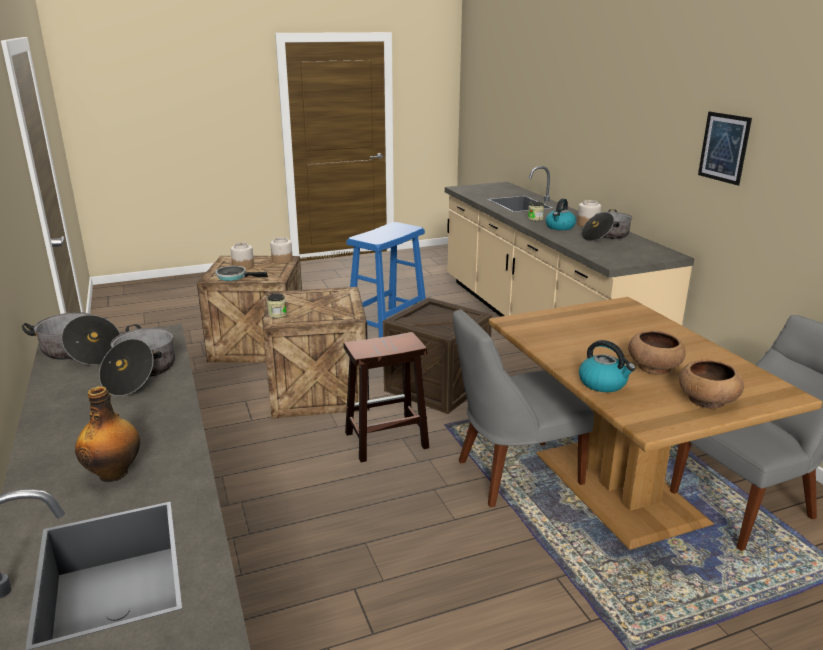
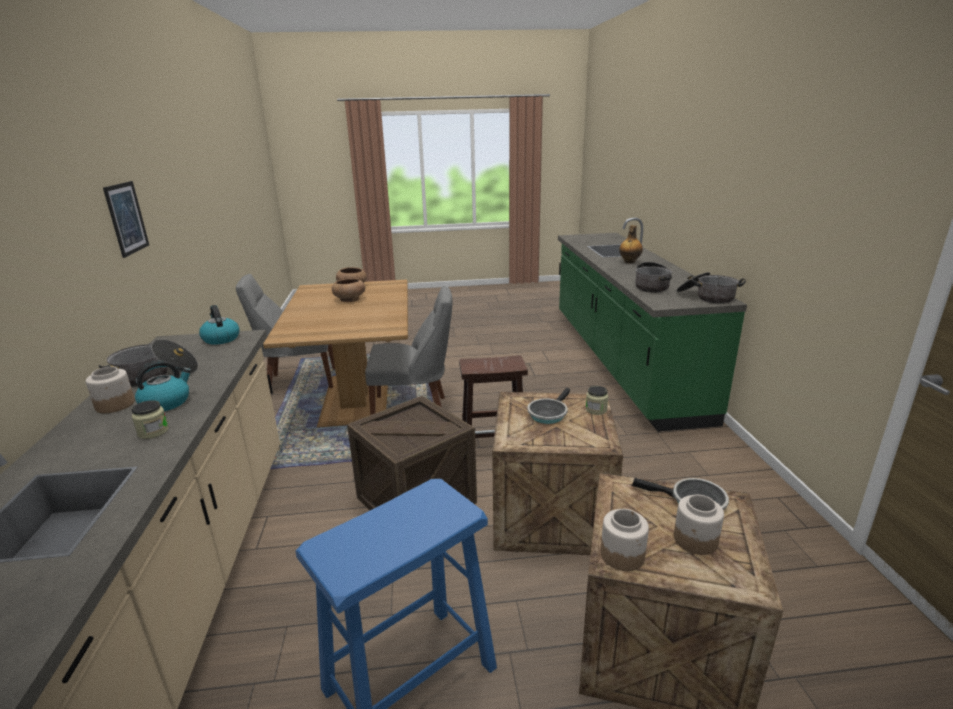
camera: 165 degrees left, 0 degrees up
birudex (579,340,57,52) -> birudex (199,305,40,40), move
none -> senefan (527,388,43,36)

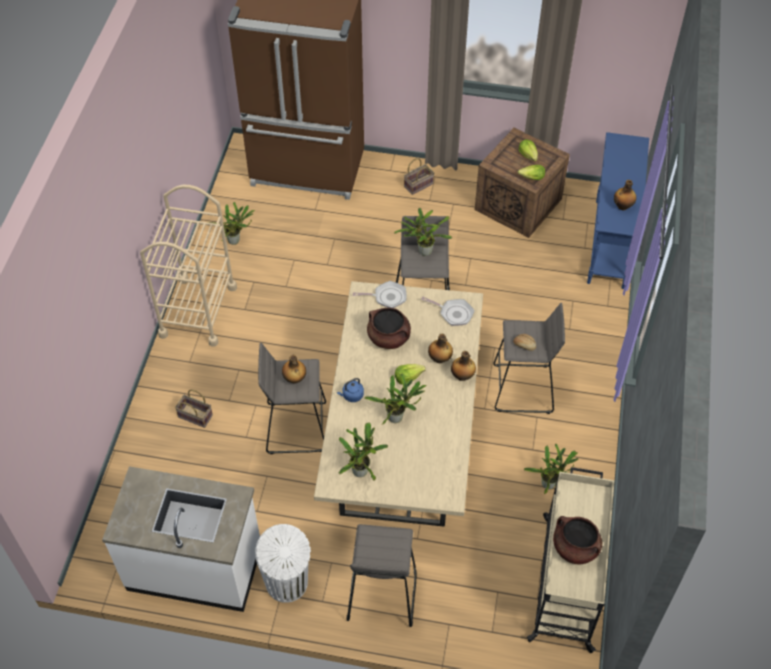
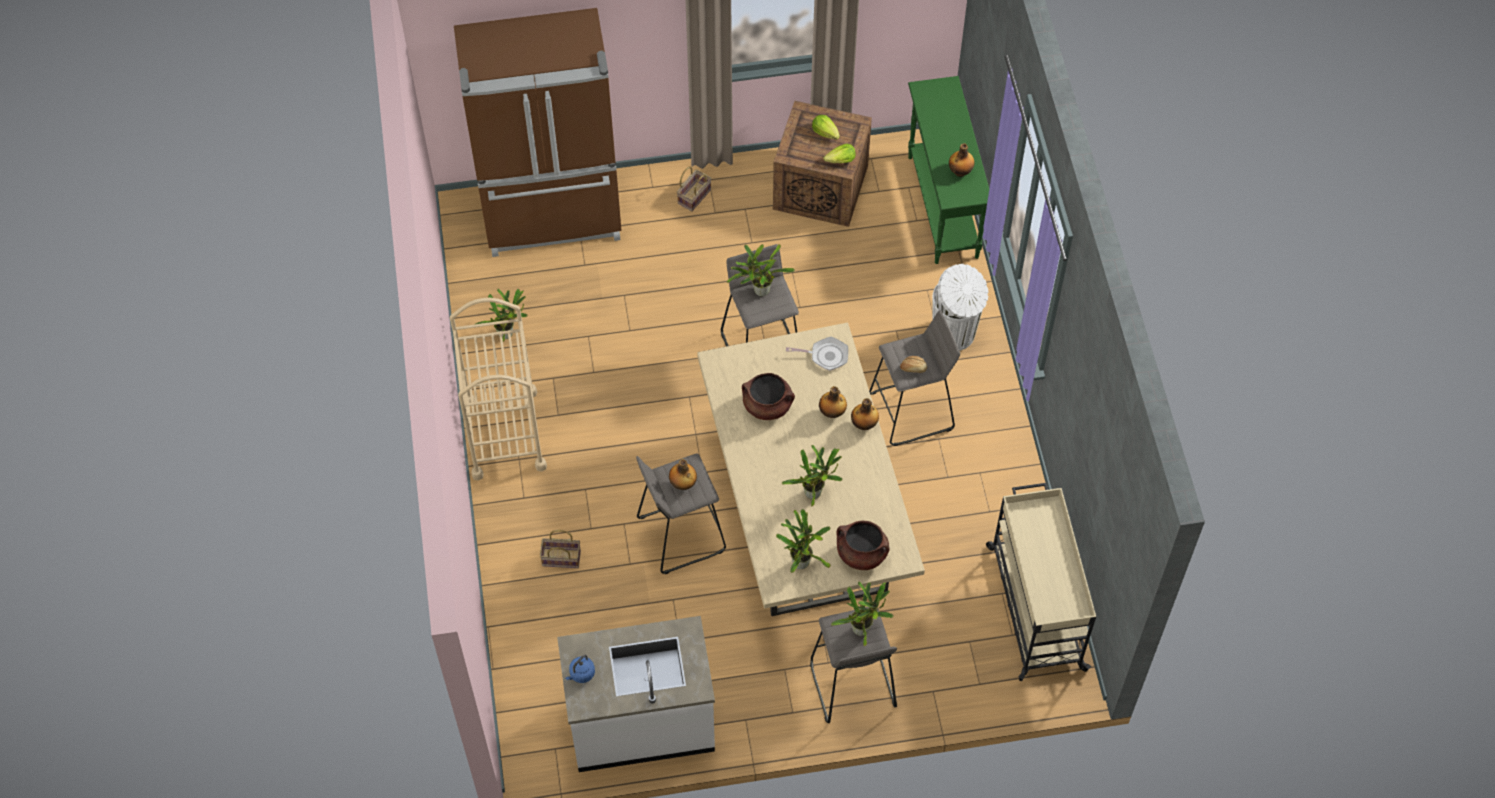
camera: 20 degrees left, 5 degrees up
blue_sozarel (587,132,62,157) -> green_sozarel (908,76,81,188)
senefan (353,281,54,27) -> none
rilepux (395,364,31,21) -> none
blue_birudex (337,378,27,24) -> blue_birudex (565,655,30,28), move
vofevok (524,444,55,50) -> vofevok (831,582,63,64), move
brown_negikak (553,516,49,49) -> brown_negikak (836,521,54,49), move
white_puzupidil (255,524,56,79) -> white_puzupidil (932,264,57,87), move

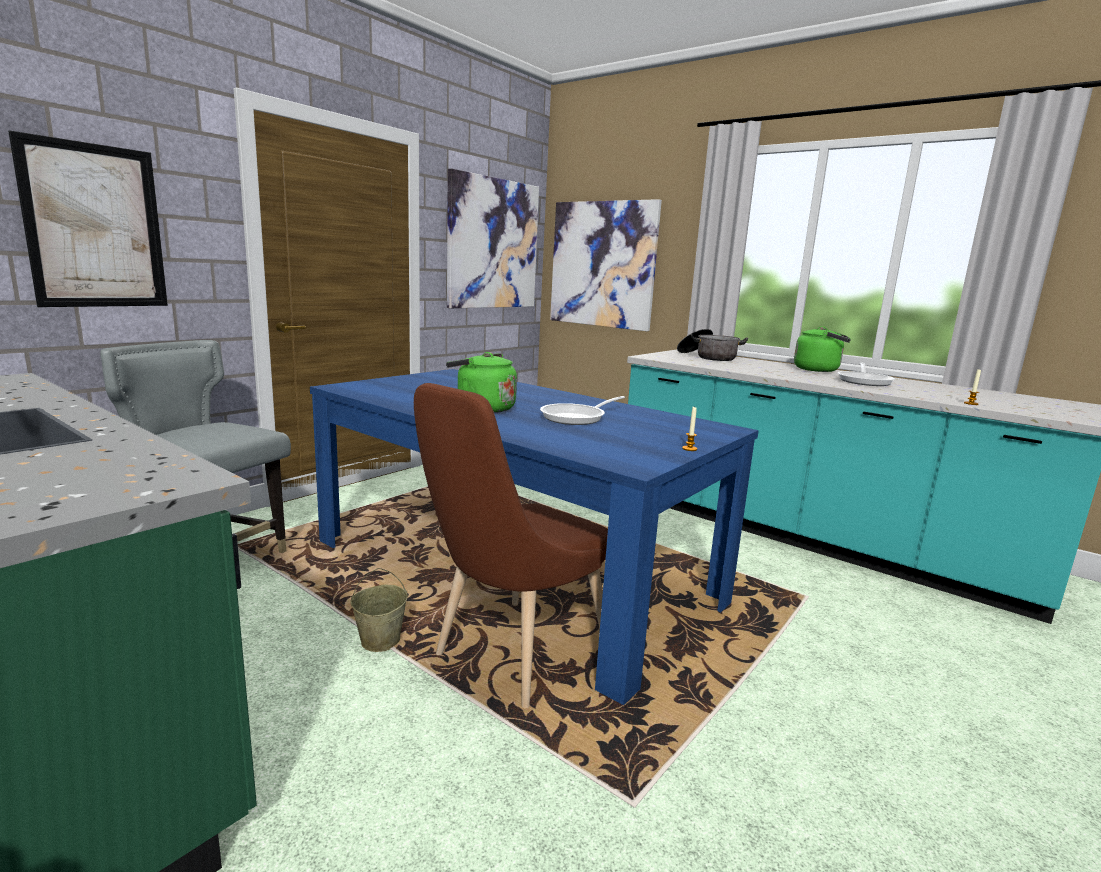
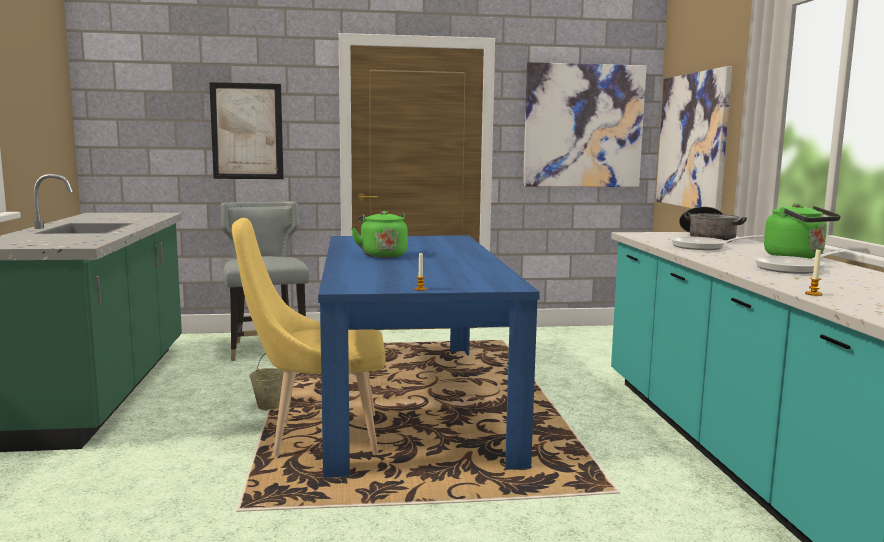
camera: 45 degrees right, 5 degrees down
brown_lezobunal (414,383,194,325) -> yellow_lezobunal (232,218,153,239)
senefan (540,396,85,29) -> senefan (670,235,94,15), move

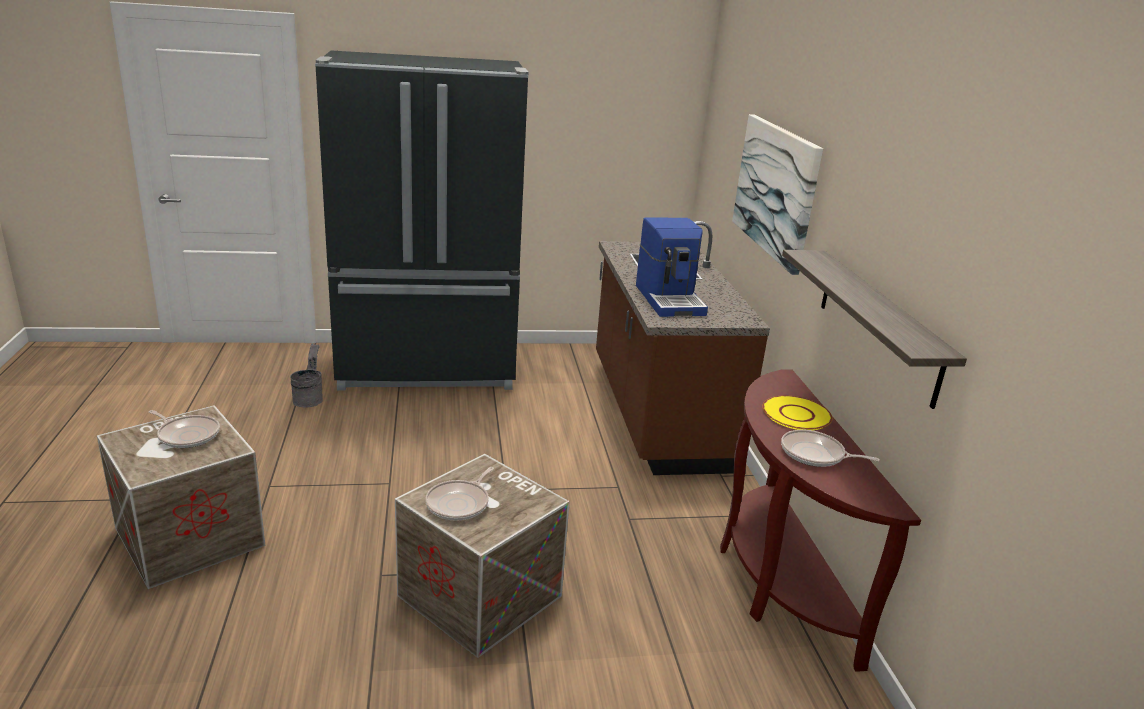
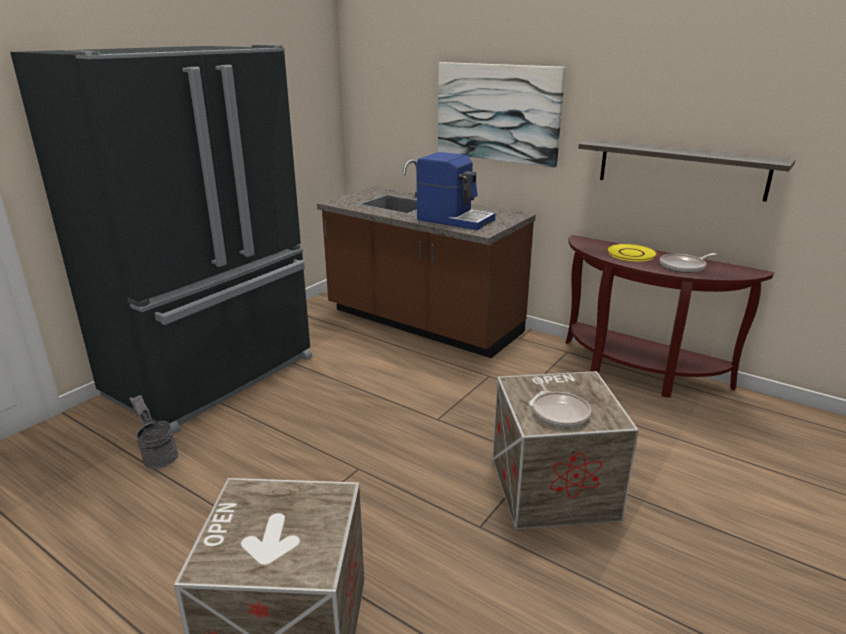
camera: 45 degrees left, 0 degrees up
senefan (149,410,71,38) -> none

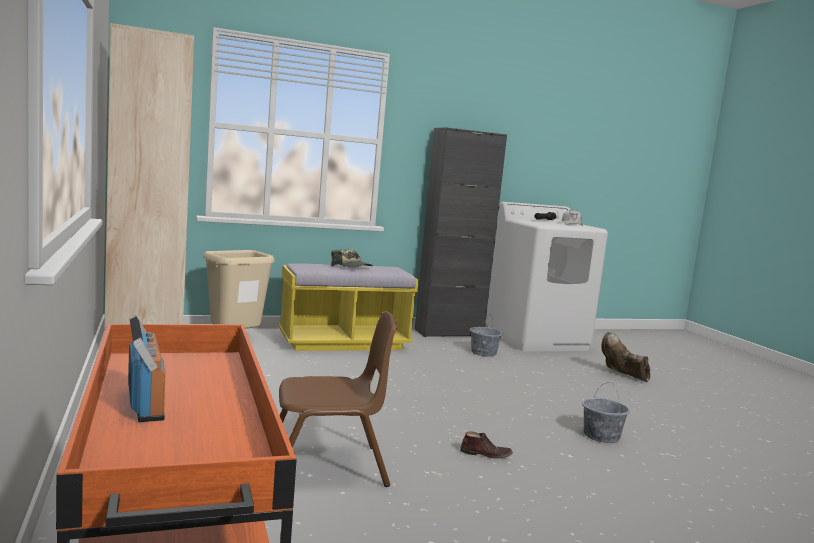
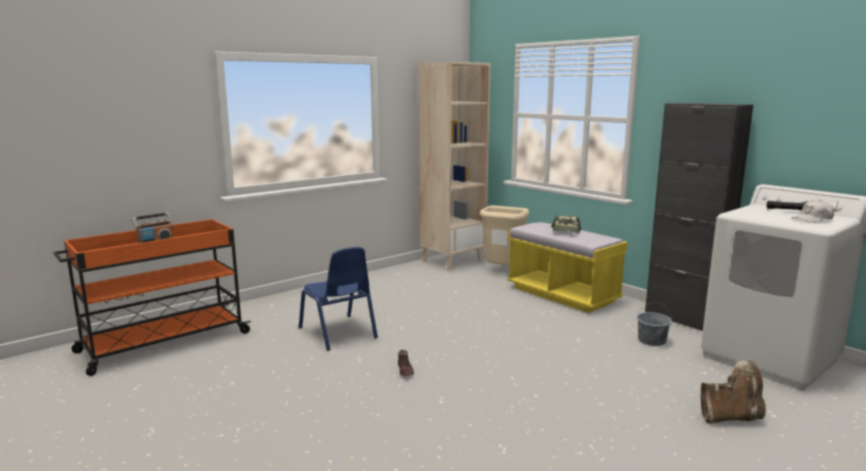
camera: 70 degrees right, 5 degrees up
brown_lezobunal (279,311,118,176) -> blue_lezobunal (299,247,79,104)
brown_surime (601,332,49,50) -> brown_surime (701,360,65,64), 60 degrees clockwise
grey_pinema (582,382,48,61) -> none

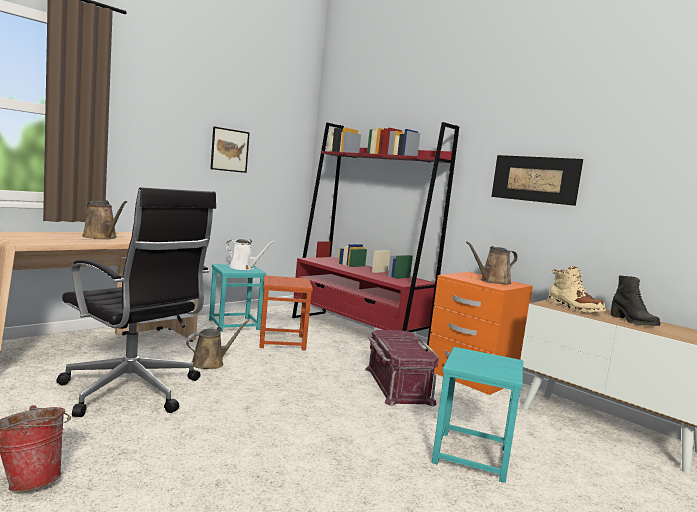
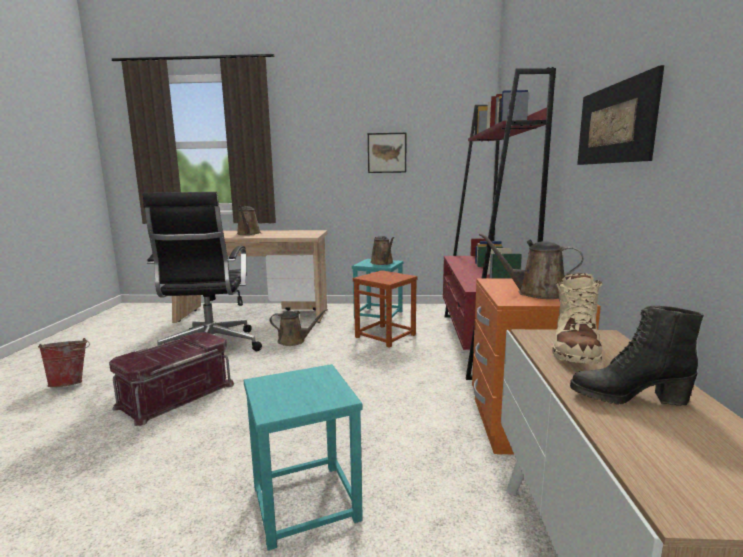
camera: 50 degrees right, 5 degrees up
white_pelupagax (226,239,49,31) -> brown_pelupagax (370,236,24,29)
black_surime (610,276,50,50) -> black_surime (570,306,134,100), 75 degrees clockwise
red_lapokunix (365,330,74,76) -> red_lapokunix (109,332,125,94), move

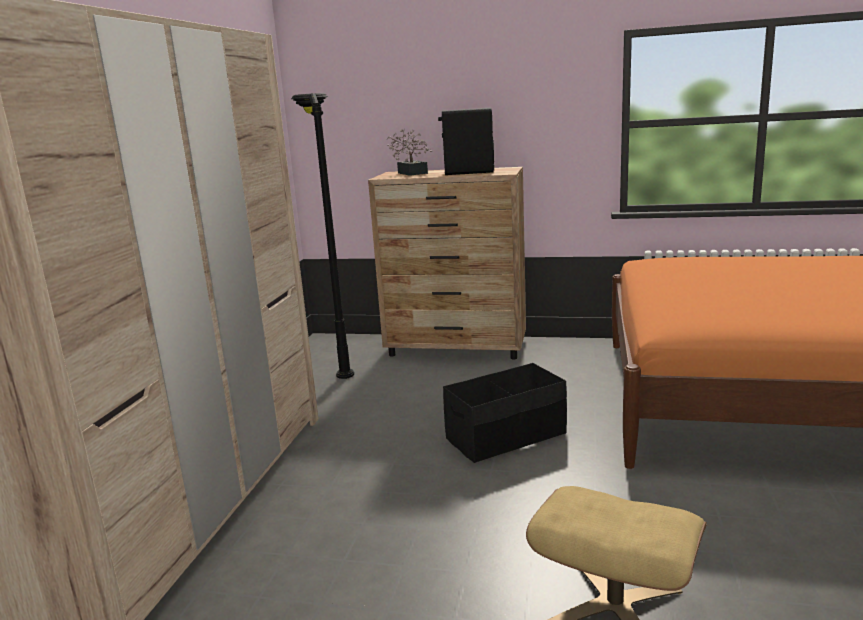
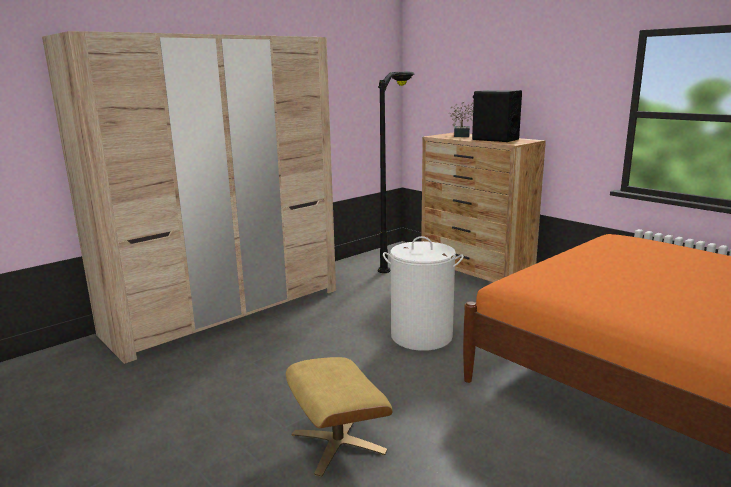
camera: 35 degrees right, 0 degrees up
black_lapokunix (443,363,124,100) -> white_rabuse (383,236,81,115)

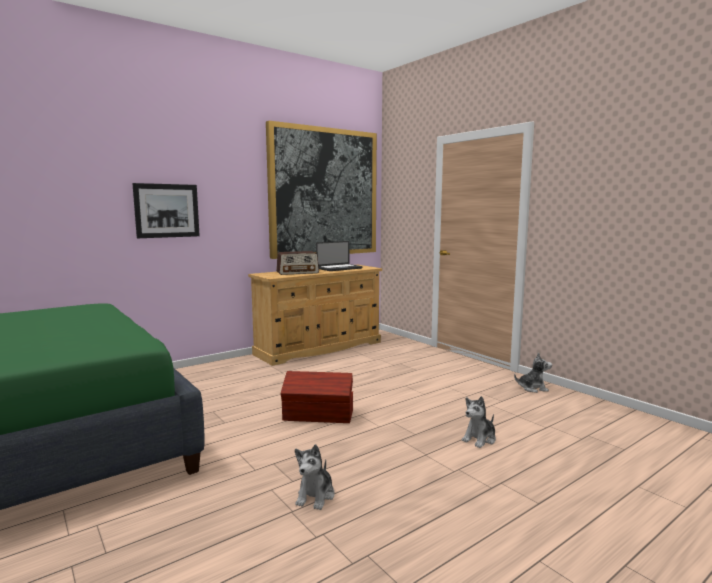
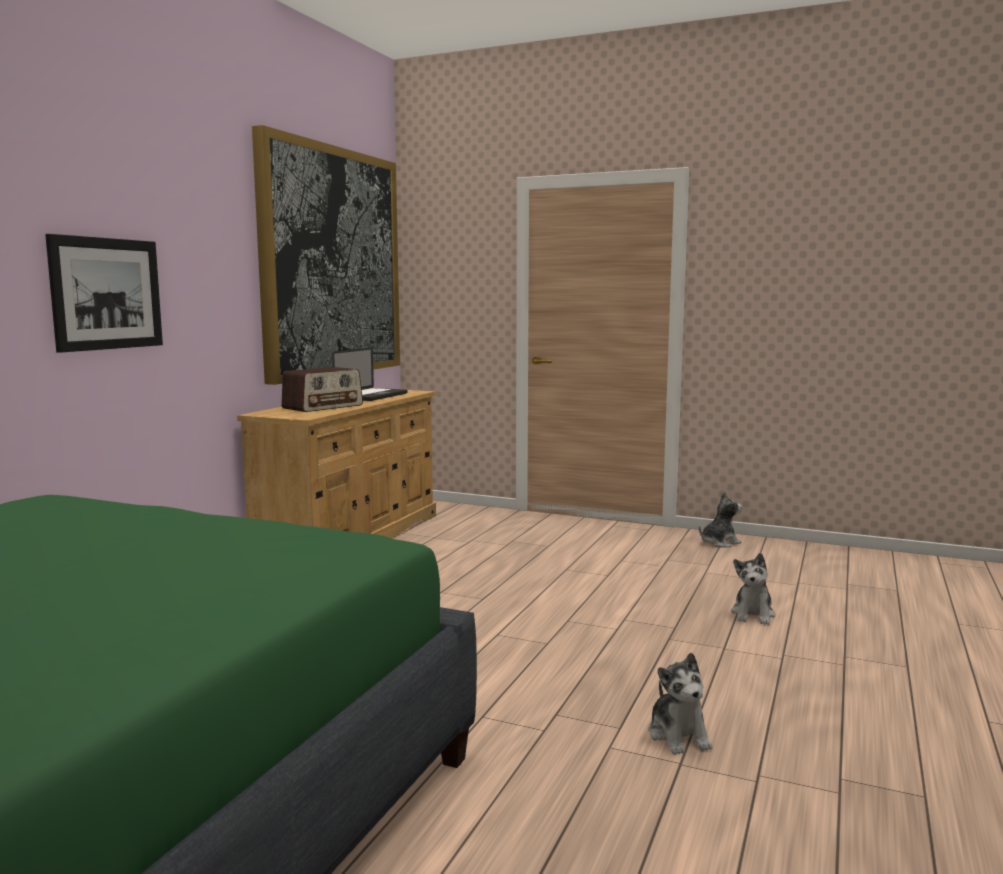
camera: 30 degrees left, 0 degrees up
brown_lapokunix (281,371,72,52) -> none

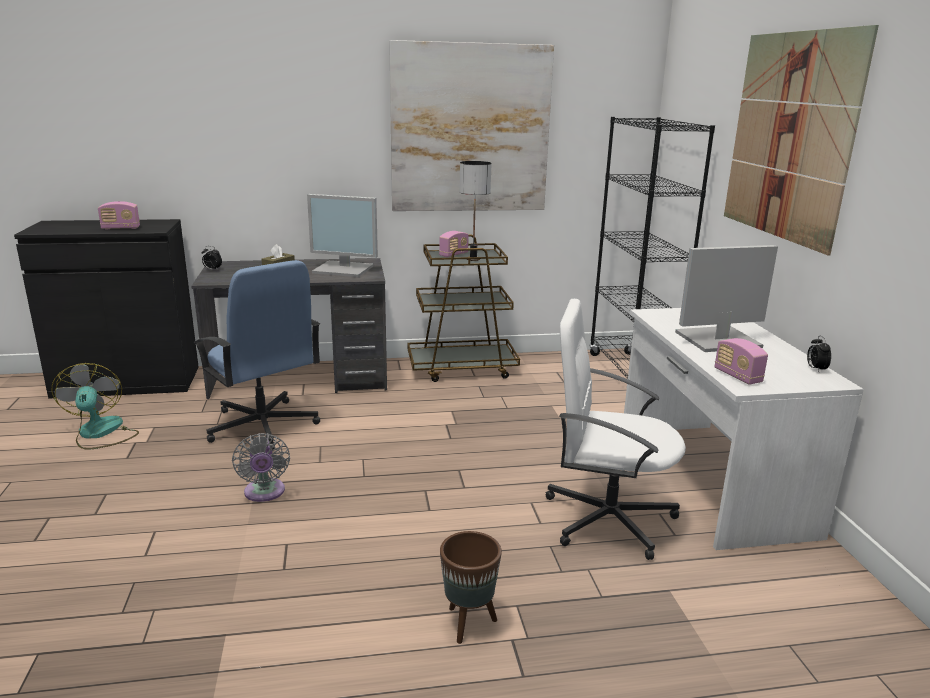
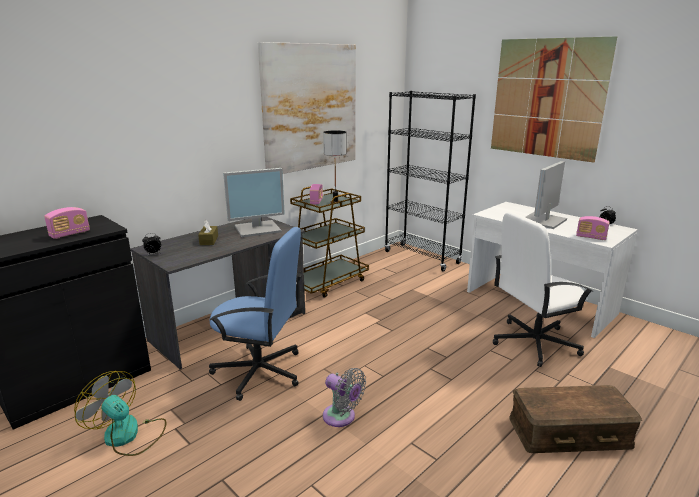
camera: 35 degrees left, 0 degrees up
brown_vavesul (440,531,62,113) -> brown_lapokunix (509,385,133,68)

